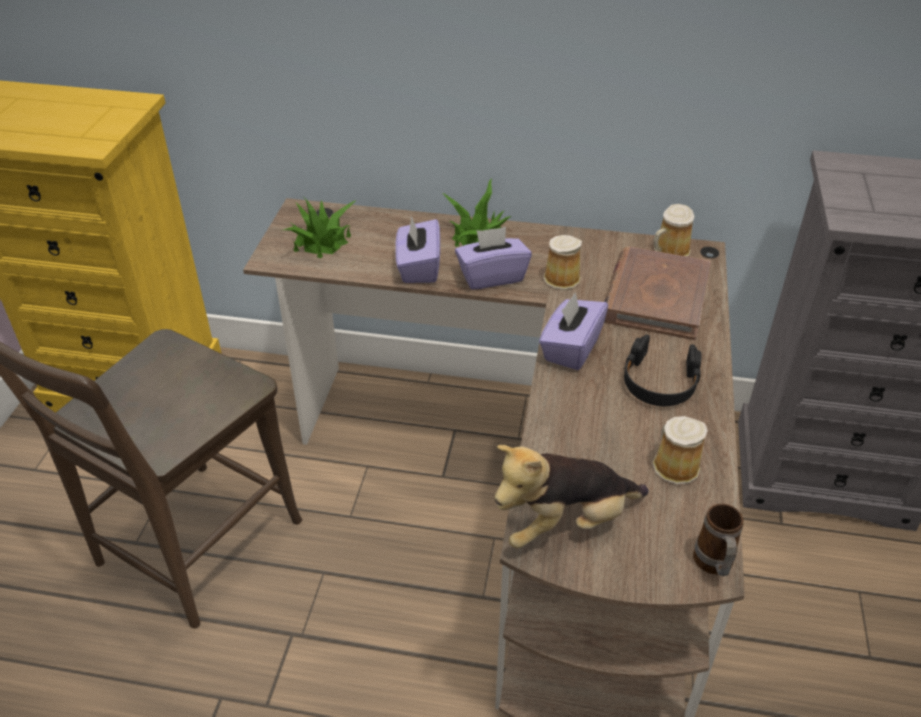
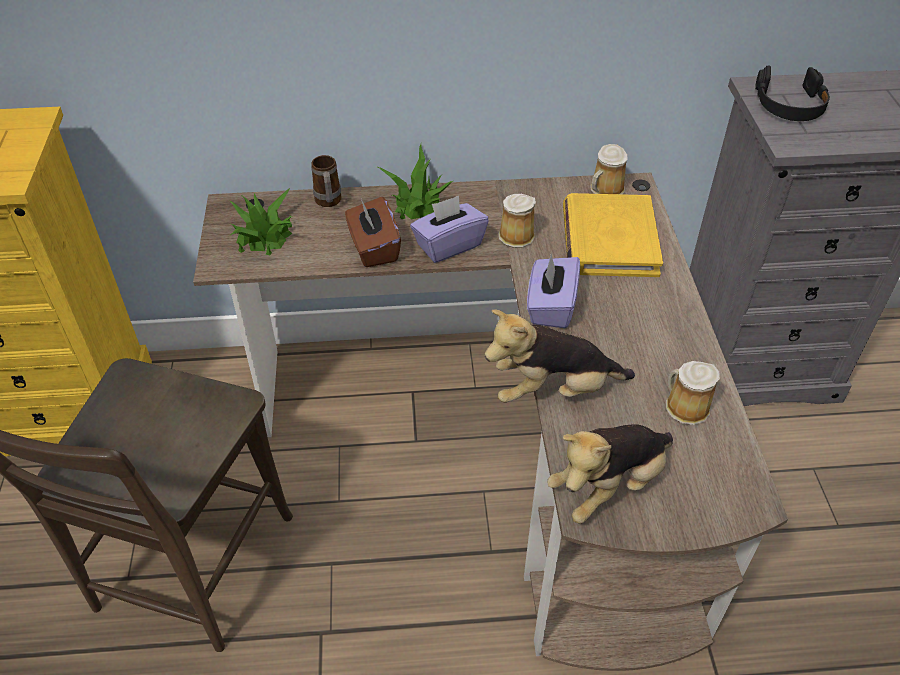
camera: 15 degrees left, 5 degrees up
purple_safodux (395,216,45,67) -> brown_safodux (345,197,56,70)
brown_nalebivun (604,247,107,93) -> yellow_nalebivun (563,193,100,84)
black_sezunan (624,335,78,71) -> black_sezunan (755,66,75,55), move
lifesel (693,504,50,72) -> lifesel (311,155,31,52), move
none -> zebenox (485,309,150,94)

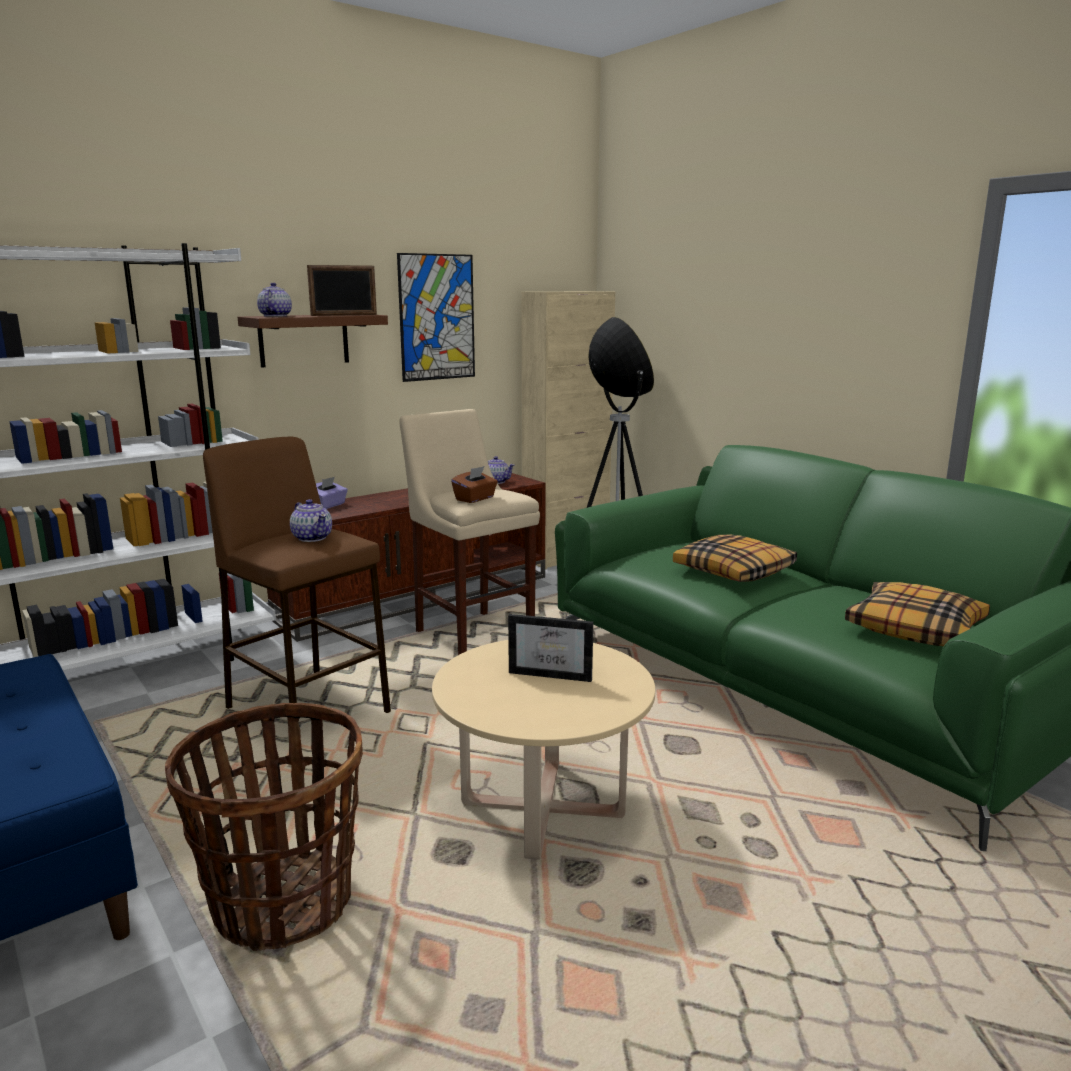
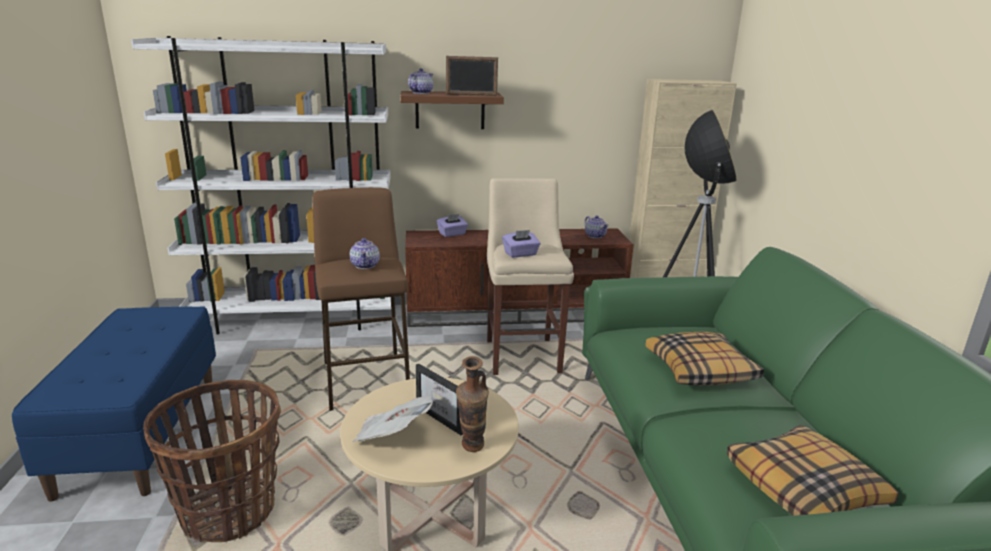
camera: 30 degrees right, 5 degrees up
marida (397,253,78,129) -> none
brown_safodux (451,466,47,37) -> purple_safodux (502,230,38,28)
none -> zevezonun (456,356,33,96)
none -> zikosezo (352,394,81,48)

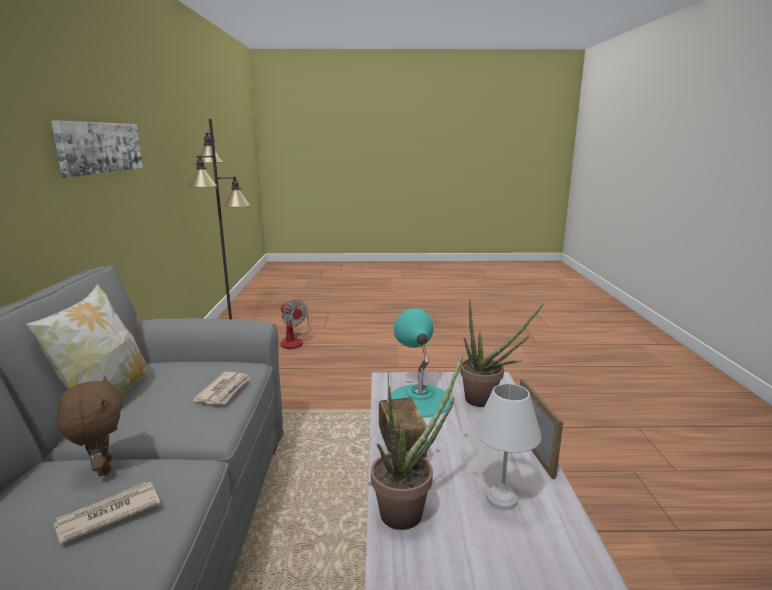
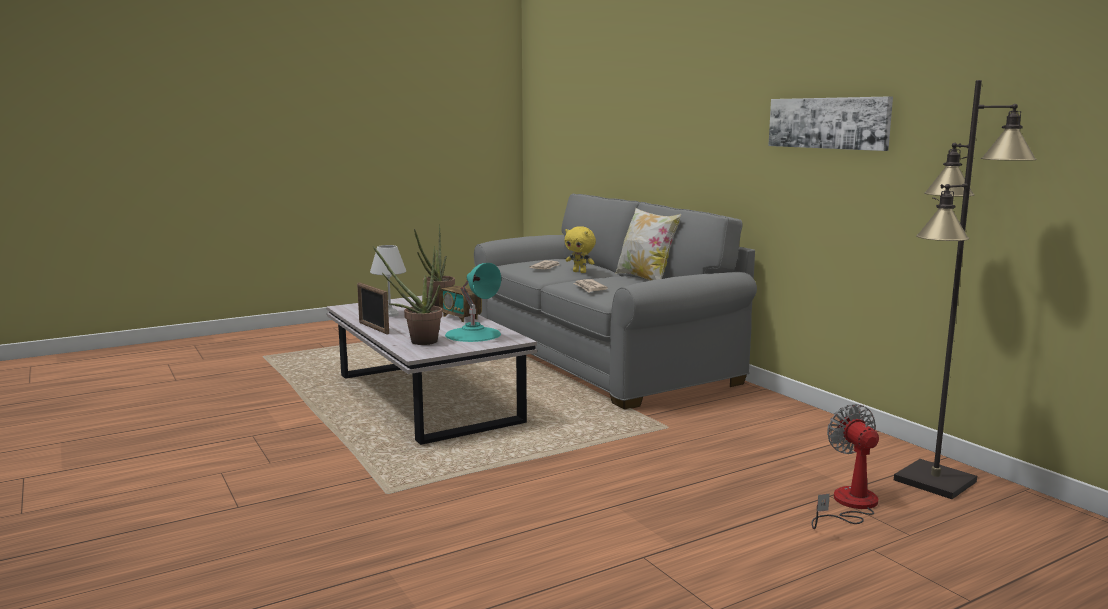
camera: 150 degrees right, 5 degrees down
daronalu (280,299,31,50) -> daronalu (811,404,68,125), 60 degrees clockwise
brown_zebenox (58,376,65,100) -> yellow_zebenox (565,226,31,47)

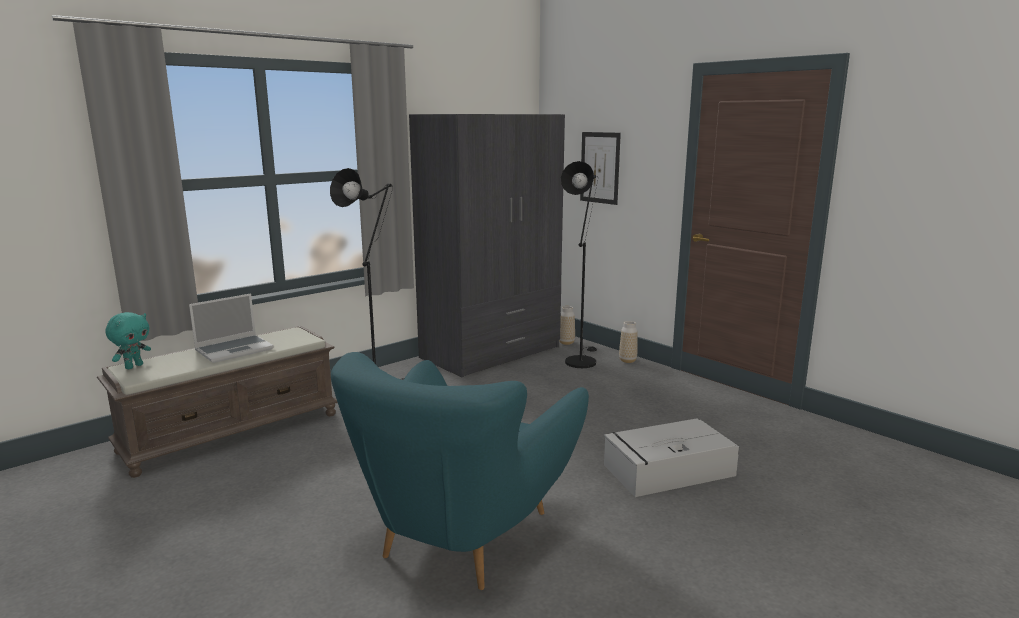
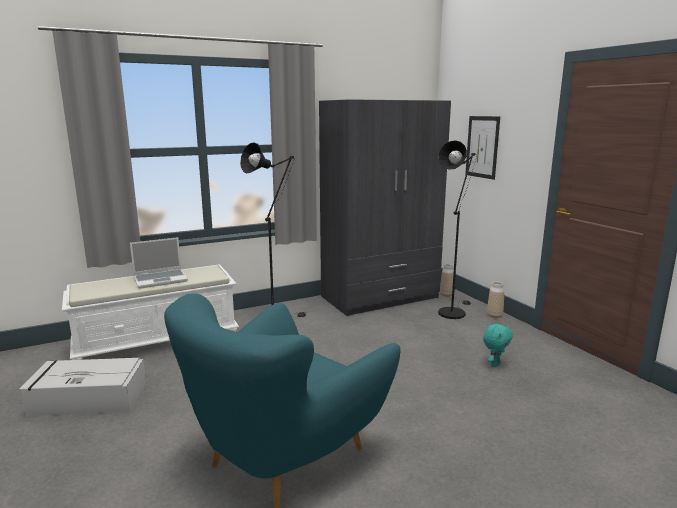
camera: 15 degrees right, 0 degrees up
turquoise_zebenox (105,312,46,57) -> turquoise_zebenox (483,324,30,43), move
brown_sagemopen (97,326,241,152) -> white_sagemopen (62,264,177,96)
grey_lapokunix (604,418,135,79) -> grey_lapokunix (19,358,127,58), move

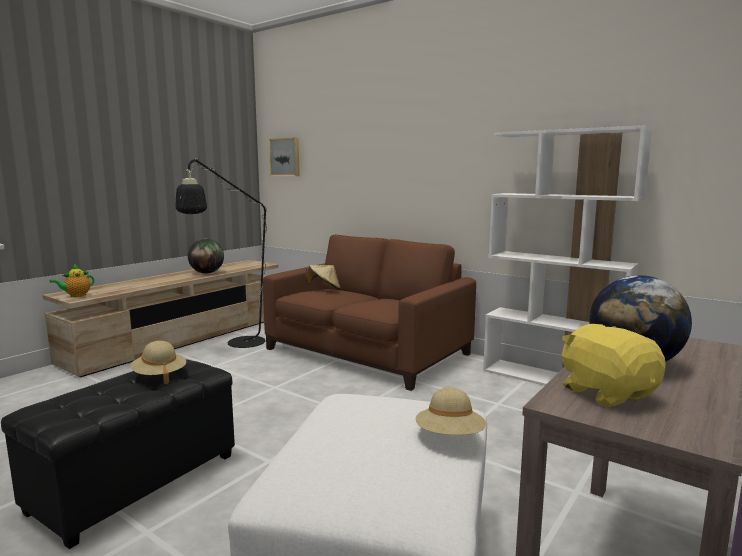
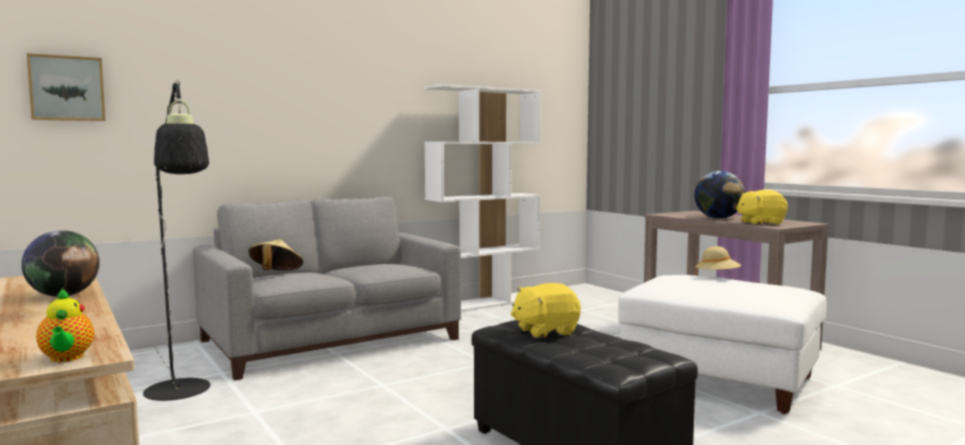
camera: 70 degrees left, 5 degrees down
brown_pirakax (263,235,213,156) -> grey_pirakax (193,196,268,185)
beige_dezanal (130,341,56,43) -> yellow_zebenox (511,283,70,55)

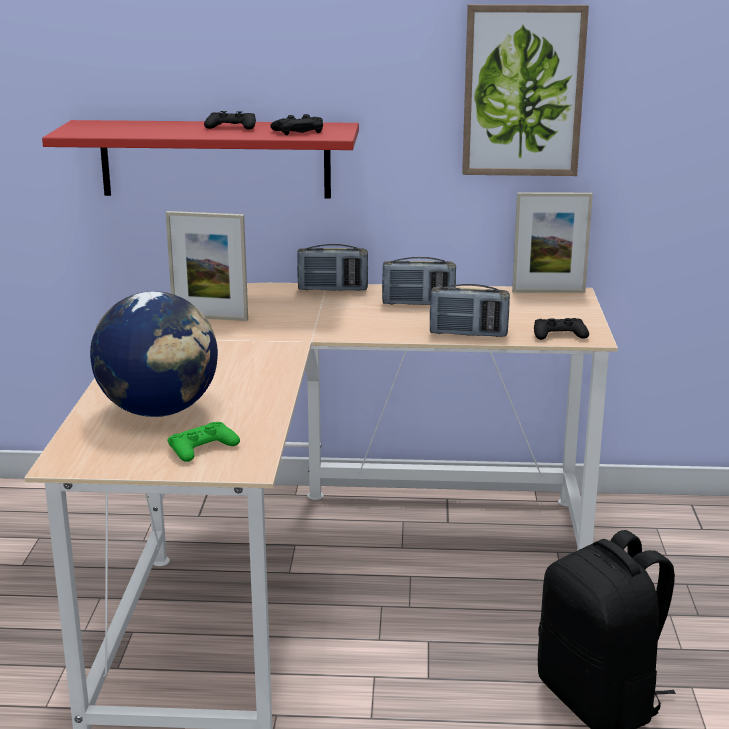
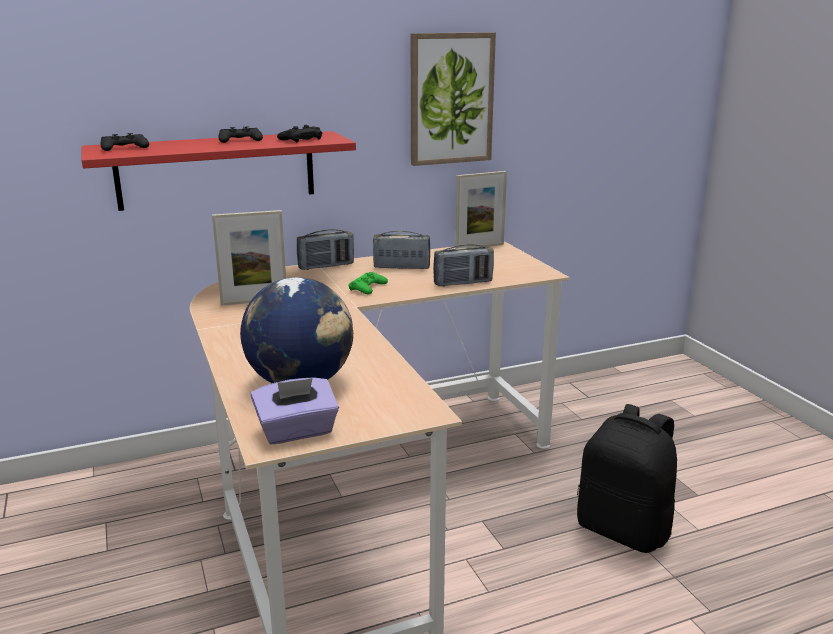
camera: 25 degrees left, 0 degrees up
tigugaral (382,257,74,48) -> tigugaral (373,231,57,38), 150 degrees counterclockwise
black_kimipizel (534,318,55,22) -> black_kimipizel (101,133,48,18), move
green_kimipizel (168,422,72,40) -> green_kimipizel (348,272,40,22), move
none -> purple_safodux (251,377,88,67)

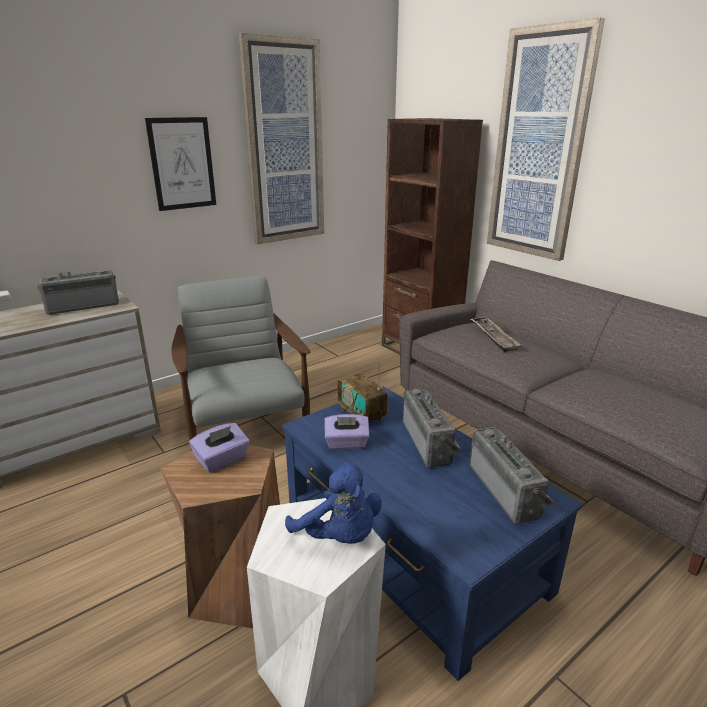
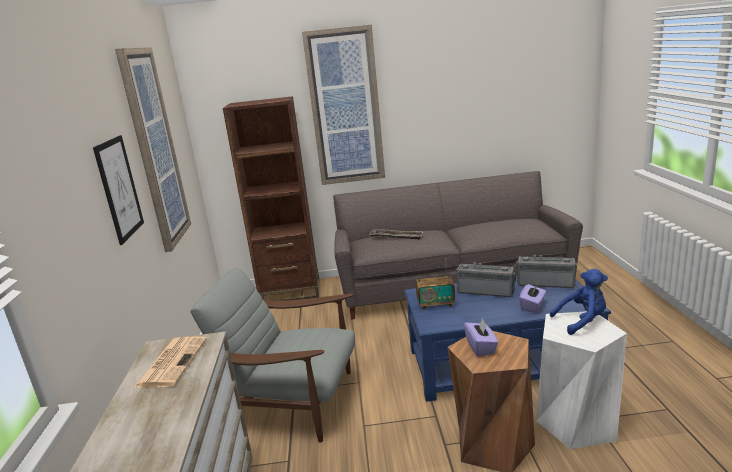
camera: 55 degrees left, 5 degrees down
tigugaral (37,270,82,45) -> zikosezo (133,337,74,51)
purple_safodux (324,414,45,35) -> purple_safodux (519,284,27,29), move

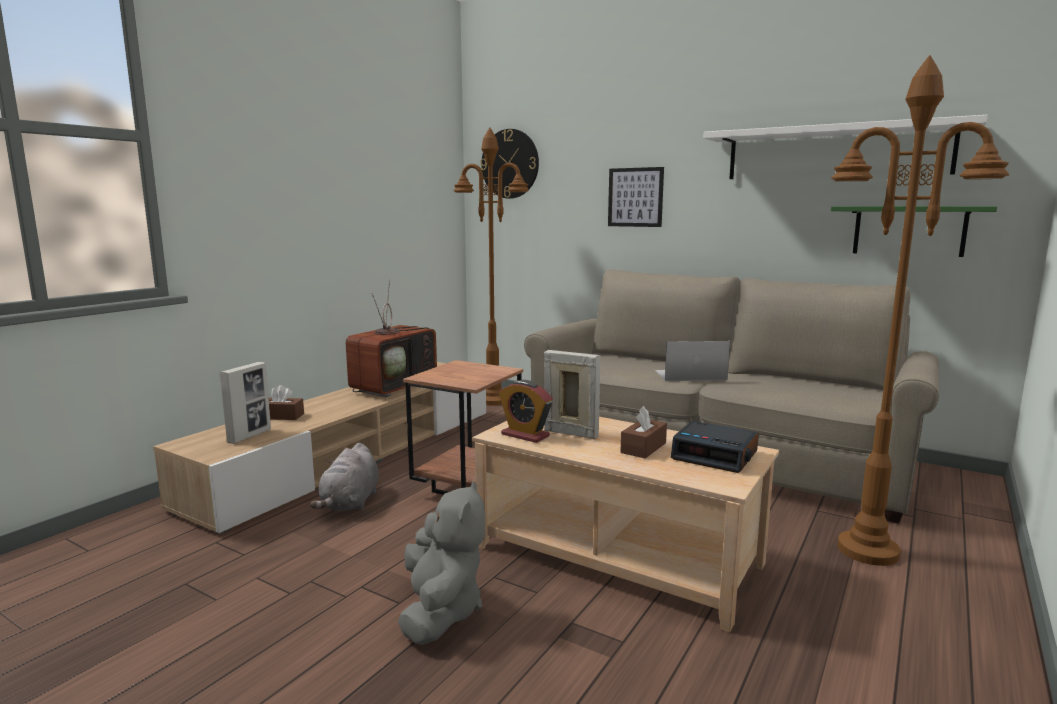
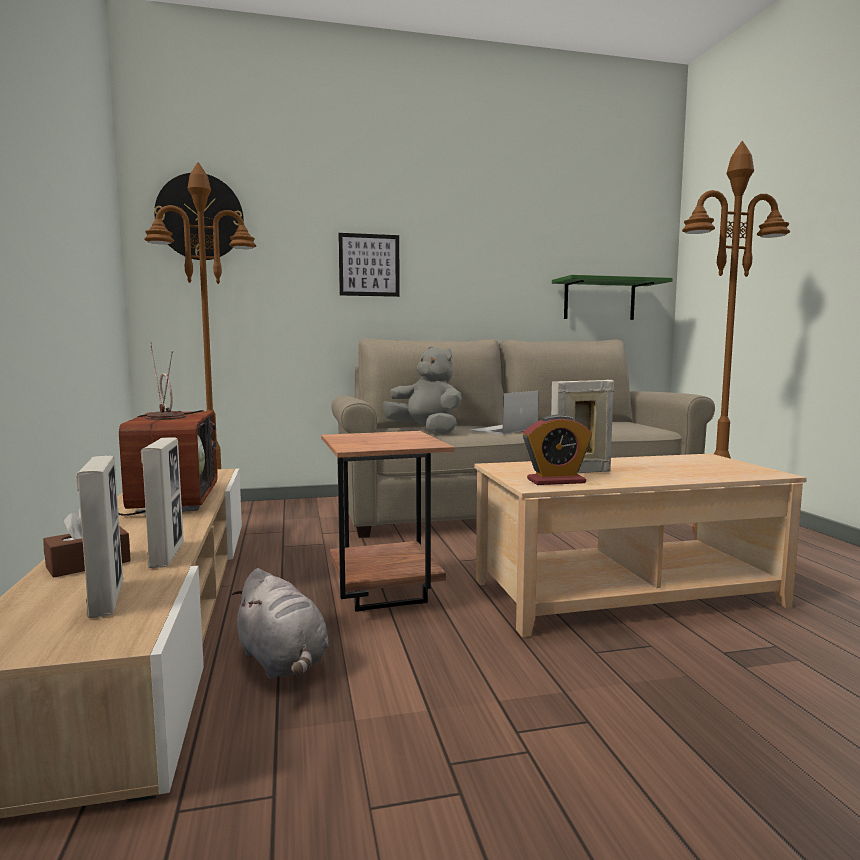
camera: 45 degrees left, 5 degrees down
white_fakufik (703,115,285,64) -> none
brown_safodux (620,406,47,53) -> none
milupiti (671,421,88,52) -> none
grey_zebenox (398,481,87,164) -> grey_zebenox (383,346,79,88), move
none -> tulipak (141,437,43,131)

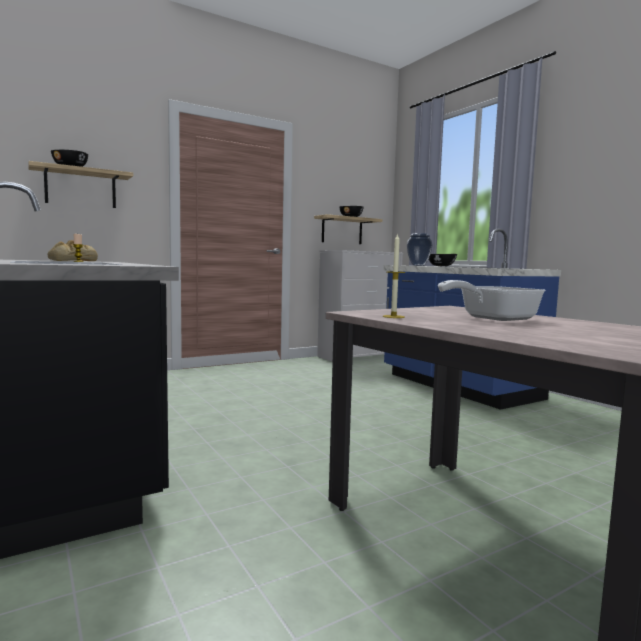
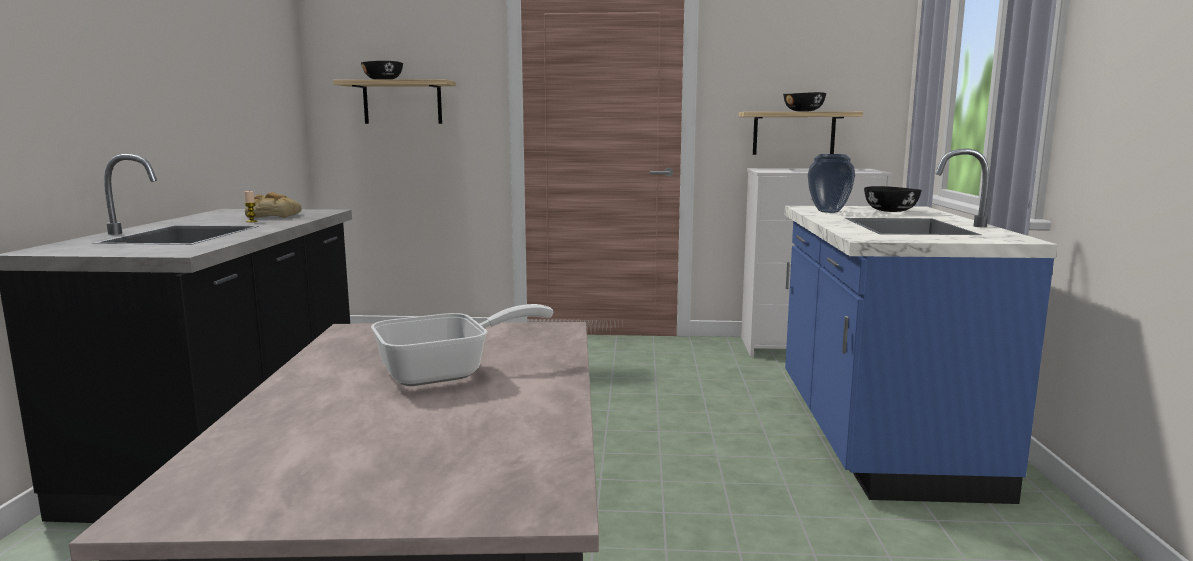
camera: 35 degrees right, 5 degrees up
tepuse (383,233,22,85) -> none
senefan (438,280,107,41) -> senefan (371,304,182,82), 150 degrees clockwise

